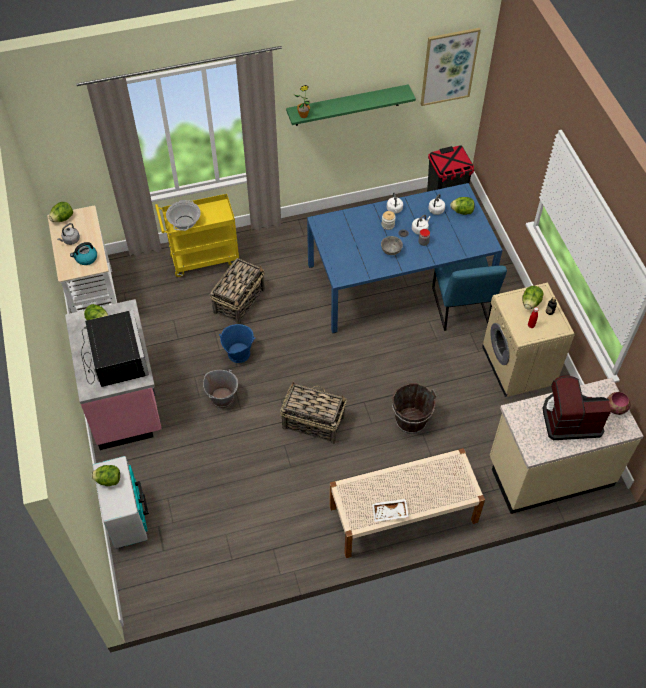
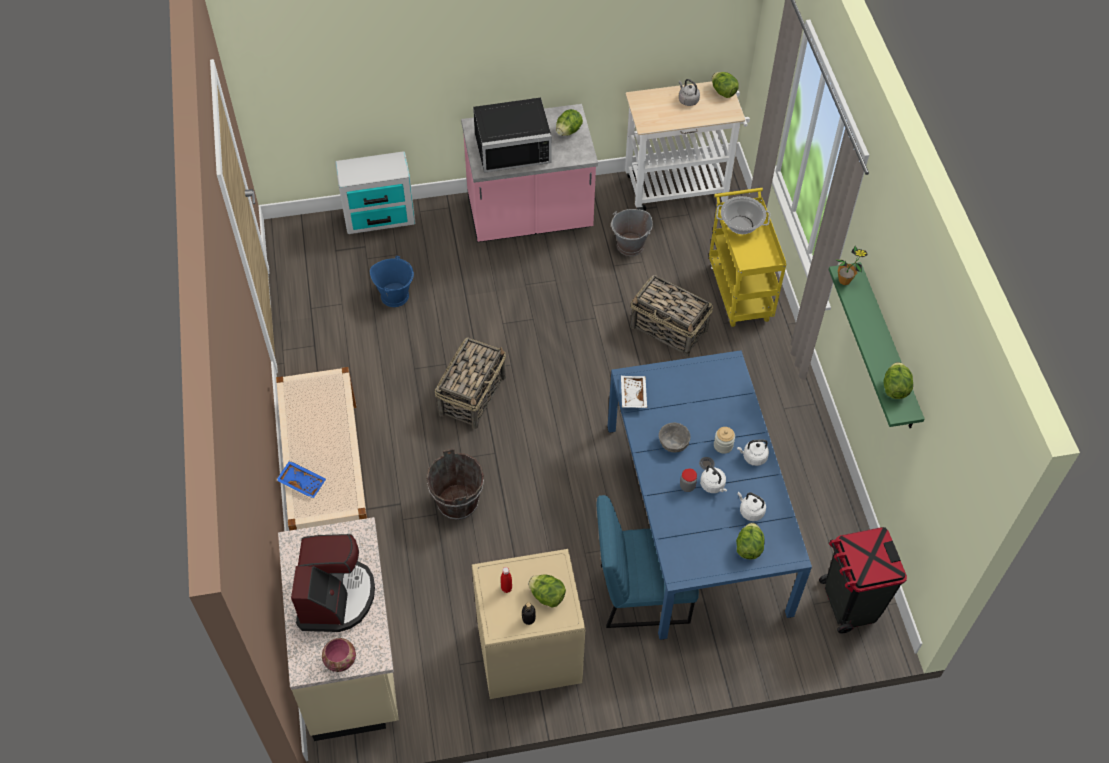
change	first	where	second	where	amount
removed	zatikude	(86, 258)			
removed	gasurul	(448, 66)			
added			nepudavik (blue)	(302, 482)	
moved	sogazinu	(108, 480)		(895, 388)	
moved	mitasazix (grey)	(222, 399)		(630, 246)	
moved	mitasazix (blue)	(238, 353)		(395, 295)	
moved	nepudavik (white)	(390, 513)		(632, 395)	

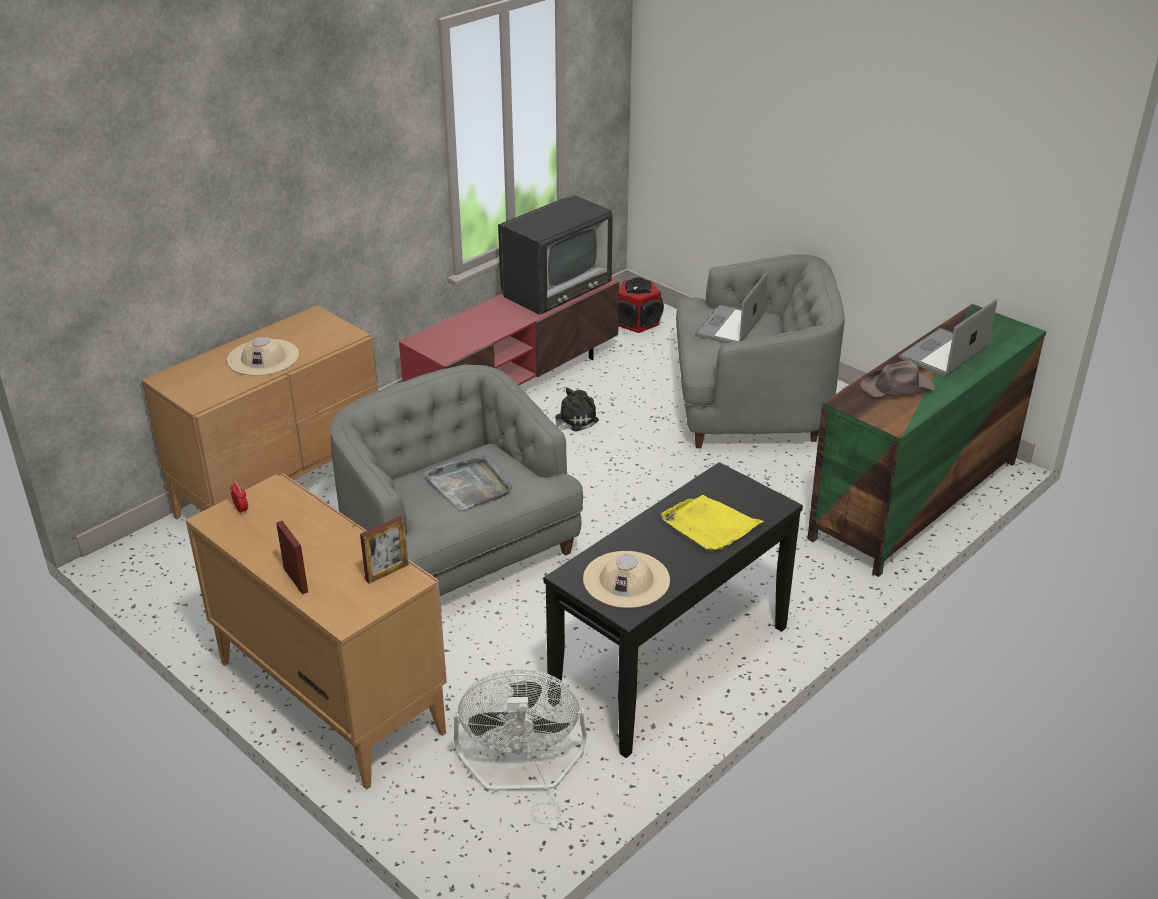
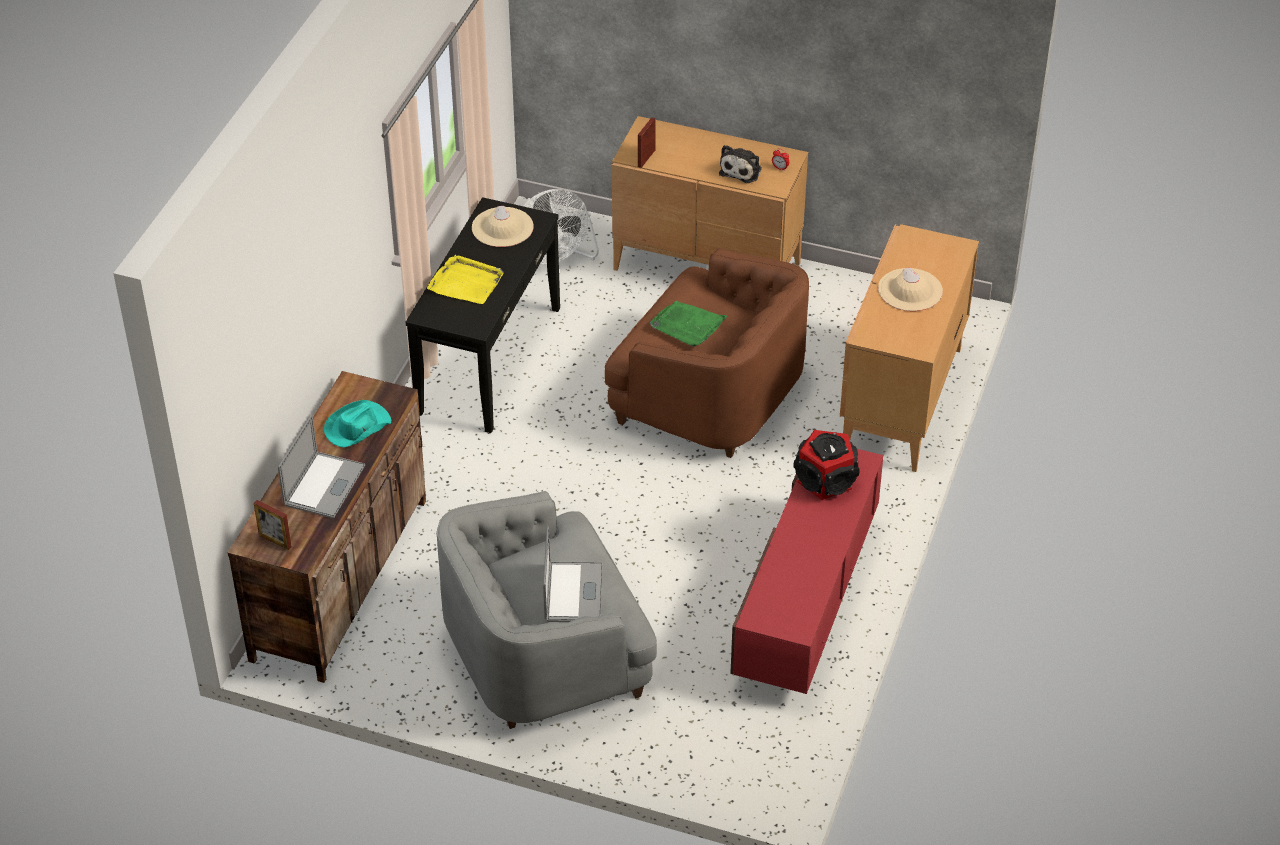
change	first	where	second	where	amount
removed	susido	(556, 287)			
moved	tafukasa	(295, 580)		(275, 541)	
moved	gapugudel	(574, 420)		(742, 170)	
moved	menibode	(636, 322)		(825, 480)	
recoloured	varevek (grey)	(457, 551)	varevek (brown)	(709, 395)	
recoloured	nepudavik (grey)	(470, 485)	nepudavik (green)	(687, 325)	
recoloured	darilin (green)	(911, 500)	darilin (brown)	(343, 578)	
recoloured	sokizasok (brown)	(898, 387)	sokizasok (turquoise)	(356, 427)	

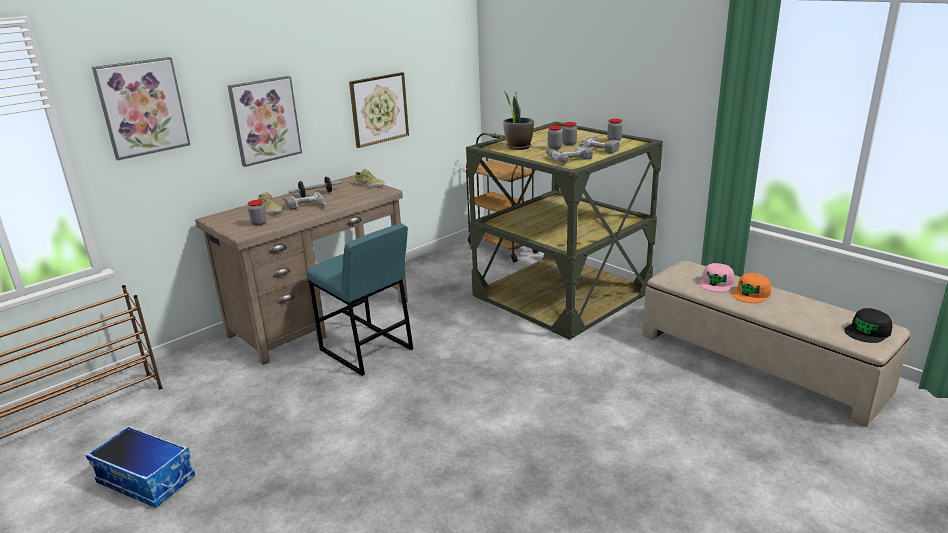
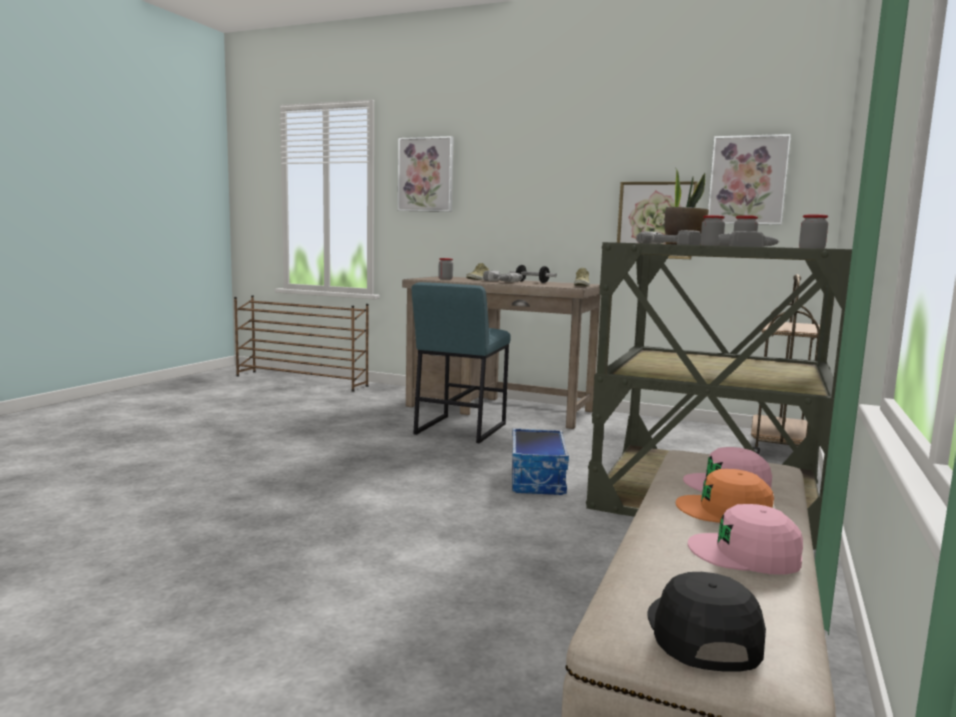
change	first	where	second	where	amount
added			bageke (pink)	(745, 554)	
moved	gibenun	(147, 480)		(538, 479)	
moved	gasurul	(265, 120)		(747, 180)	
turned	bageke (black)	(868, 331)		(702, 633)	60 degrees clockwise

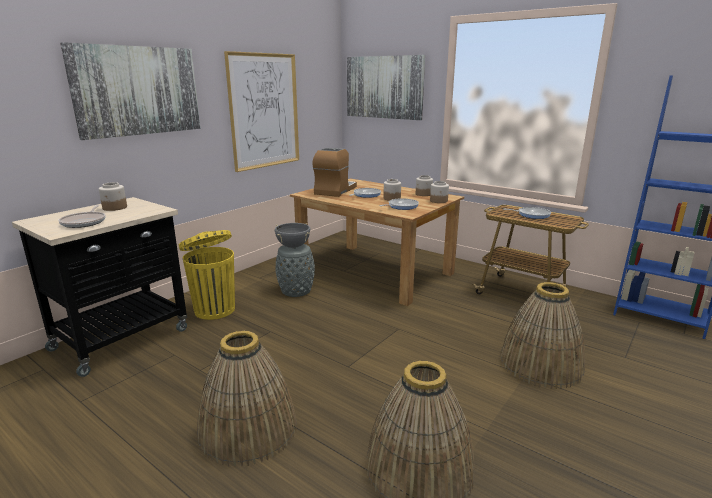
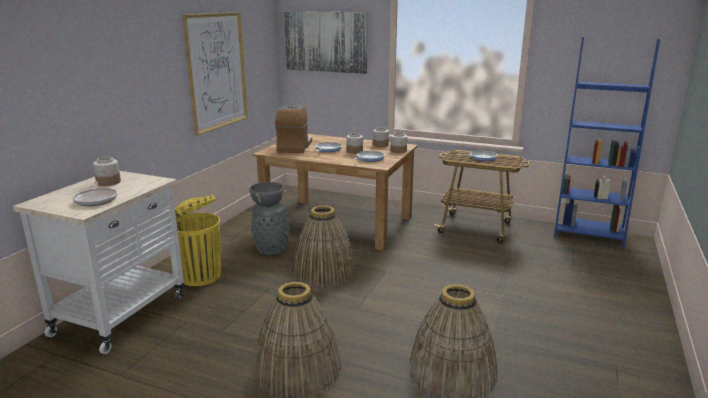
change	first	where	second	where	amount
removed	gasurul	(138, 91)			
moved	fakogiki	(540, 364)		(324, 272)	
recoloured	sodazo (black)	(121, 339)	sodazo (white)	(120, 315)	

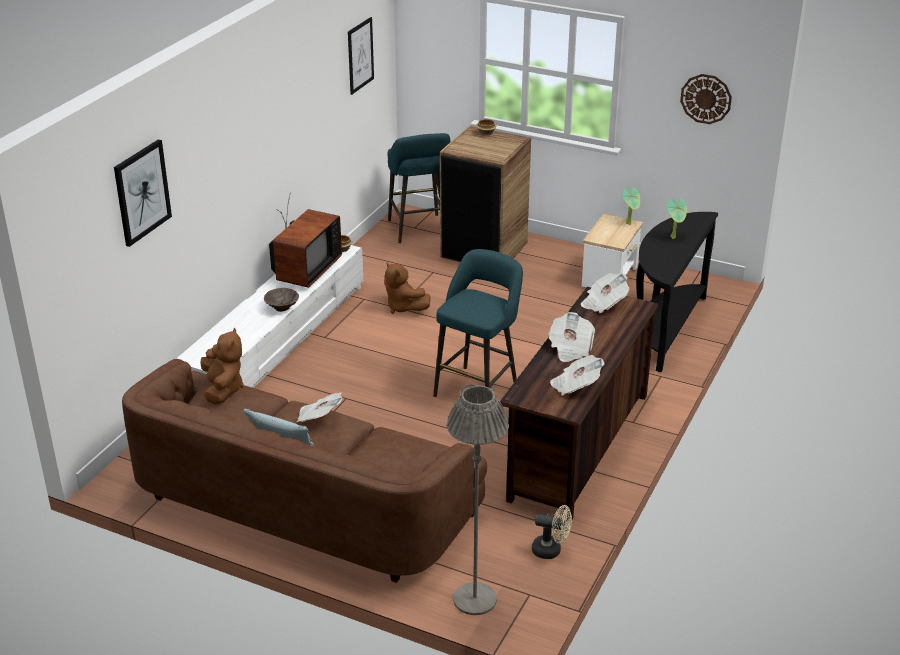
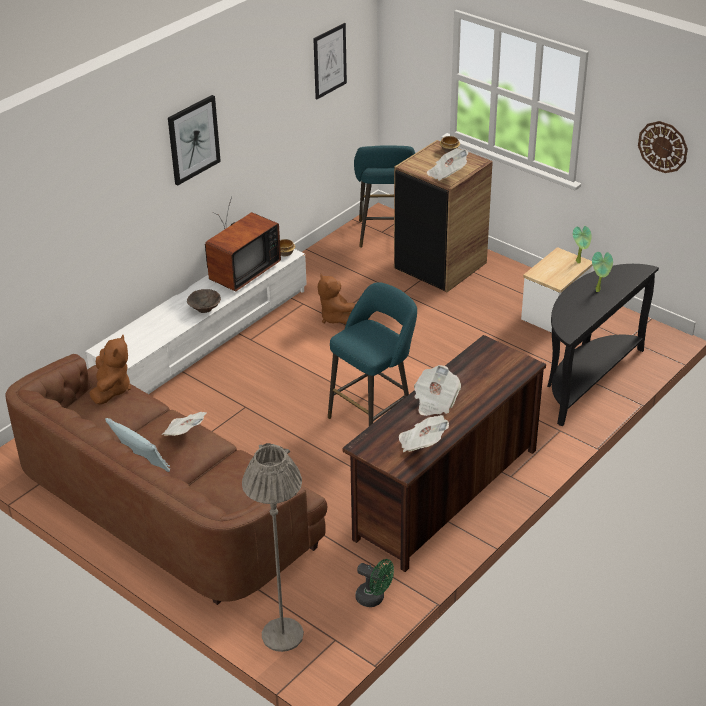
change	first	where	second	where	amount
moved	gasurul	(142, 192)		(193, 139)	
moved	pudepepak	(603, 303)		(447, 173)	
recoloured	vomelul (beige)	(551, 550)	vomelul (green)	(374, 598)	

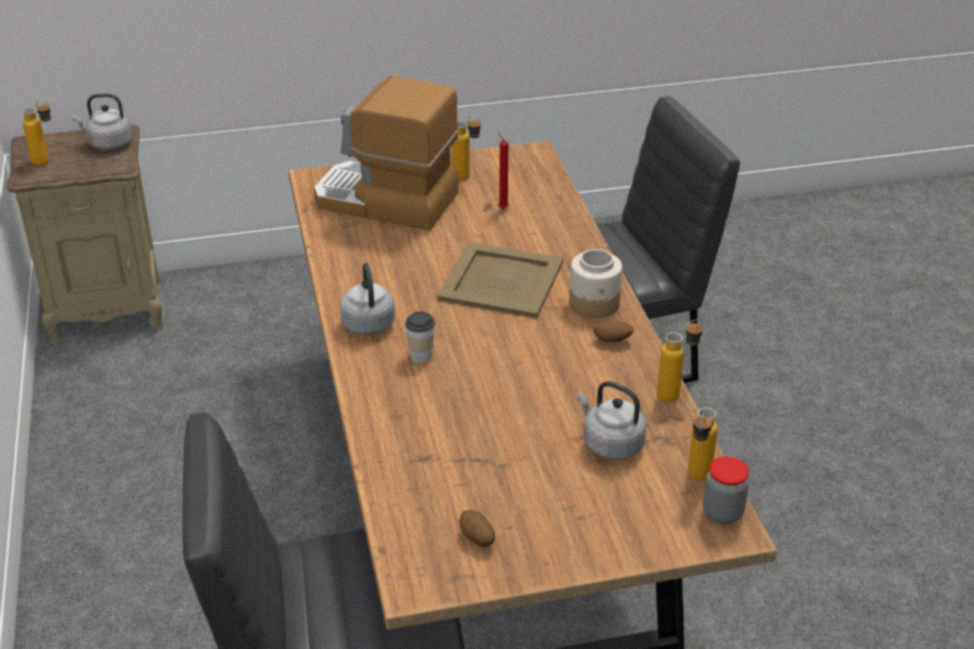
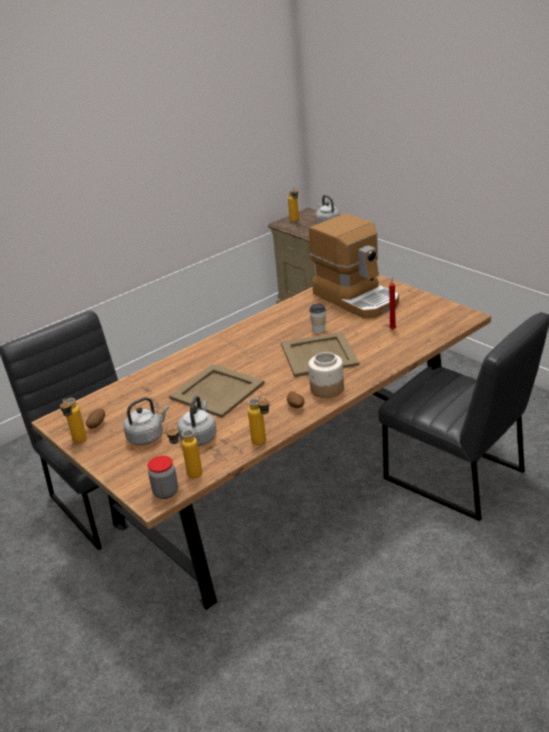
change	first	where	second	where	amount
added			nepudavik (beige)	(217, 390)	
moved	zatikude (grey)	(368, 322)		(147, 436)	
moved	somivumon	(421, 356)		(319, 329)	
moved	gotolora	(467, 178)		(78, 443)	
turned	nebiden	(385, 201)		(357, 298)	150 degrees clockwise

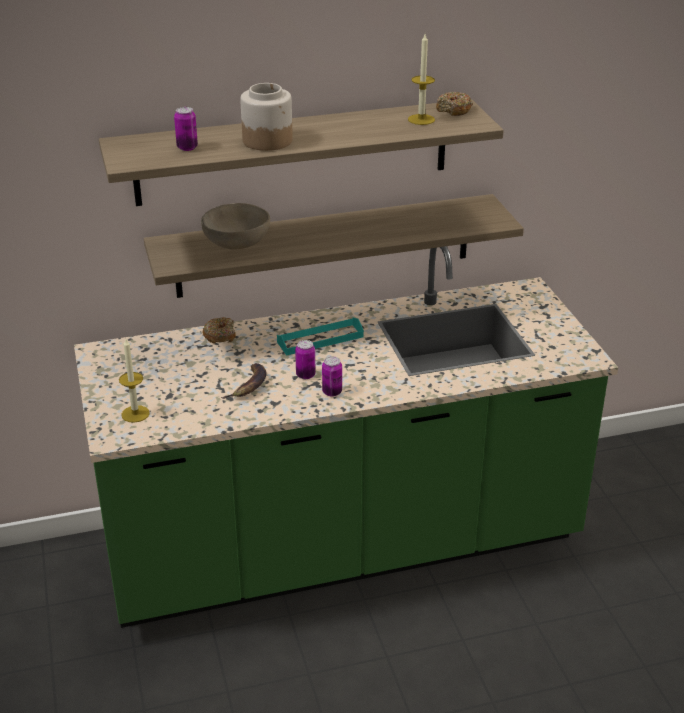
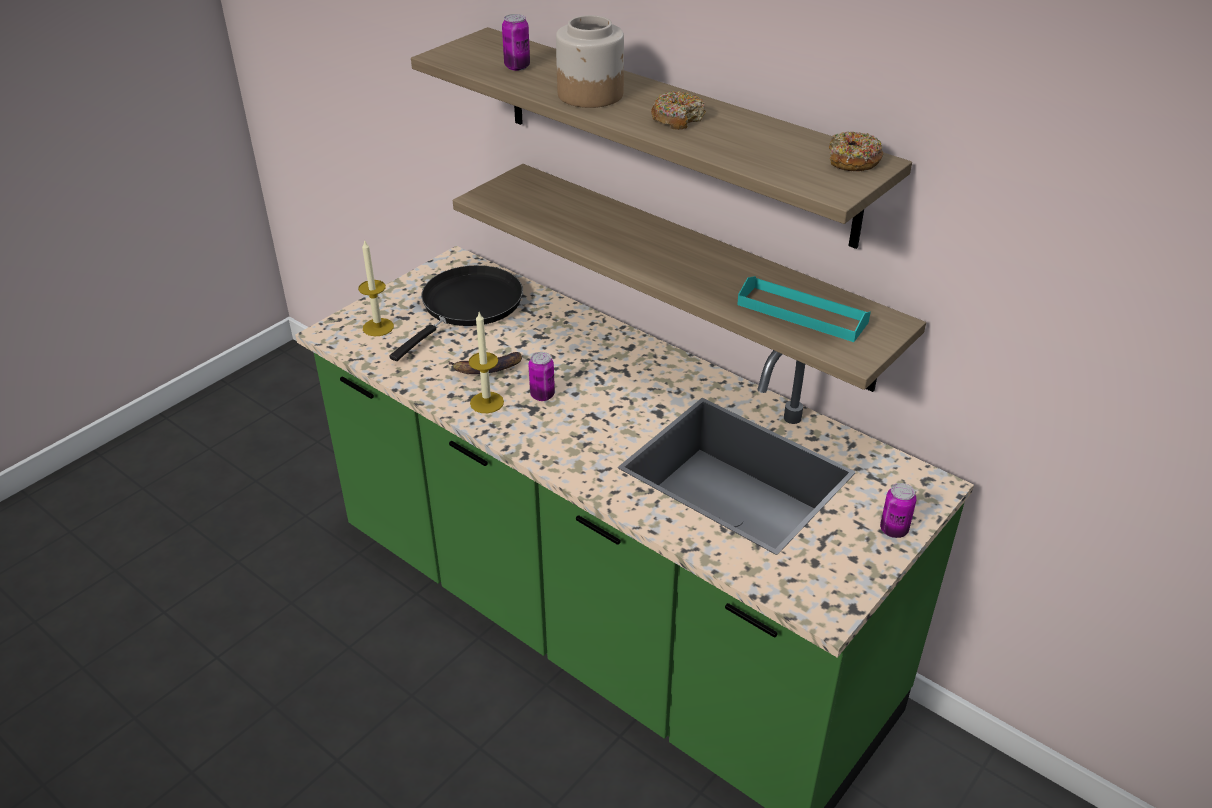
change	first	where	second	where	amount
removed	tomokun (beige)	(237, 244)			
added			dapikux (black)	(468, 306)	
moved	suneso	(220, 335)		(677, 119)	
moved	nepudavik (turquoise)	(320, 339)		(802, 313)	
moved	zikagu	(332, 392)		(893, 530)	
moved	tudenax	(421, 119)		(487, 402)	

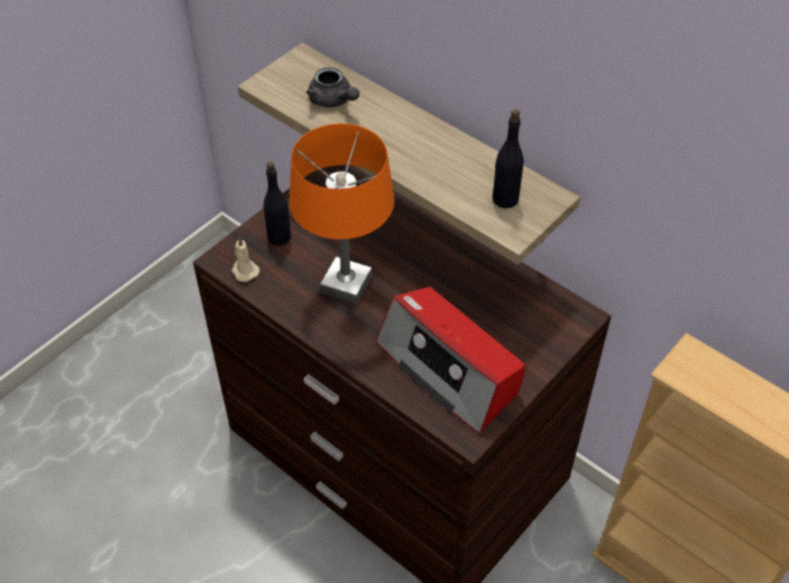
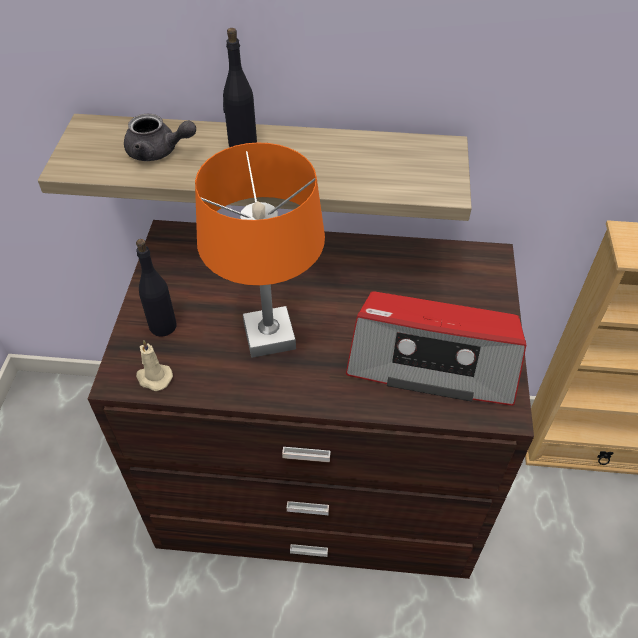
change	first	where	second	where	amount
moved	gotolora (black)	(505, 199)		(242, 145)	

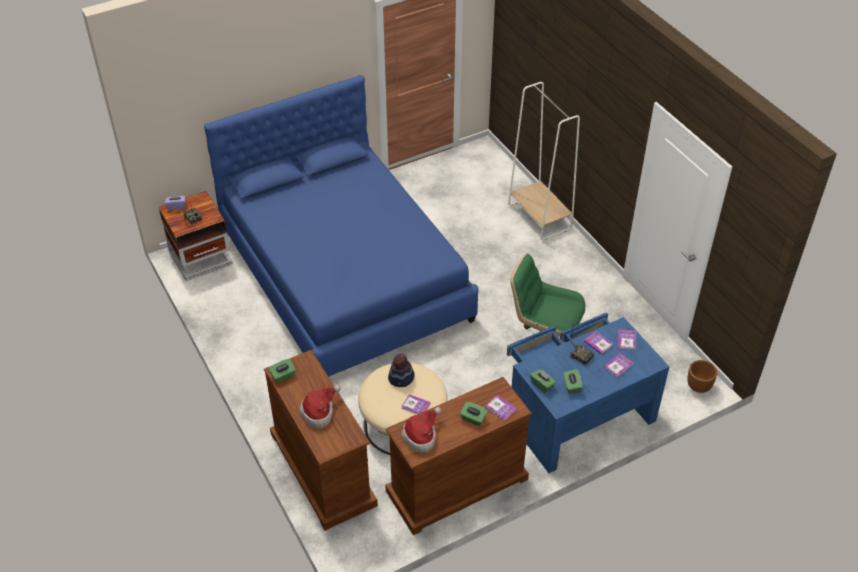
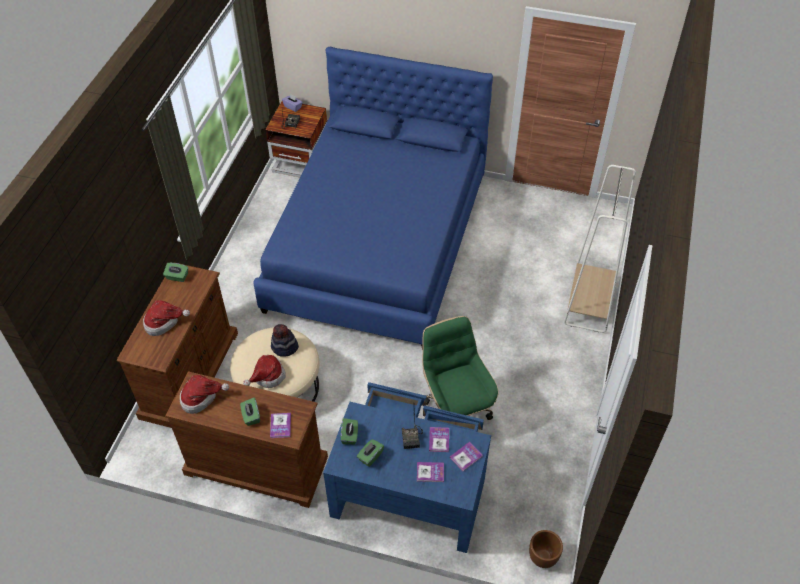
change	first	where	second	where	amount
replaced	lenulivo	(415, 405)	sokizasok	(267, 376)	

